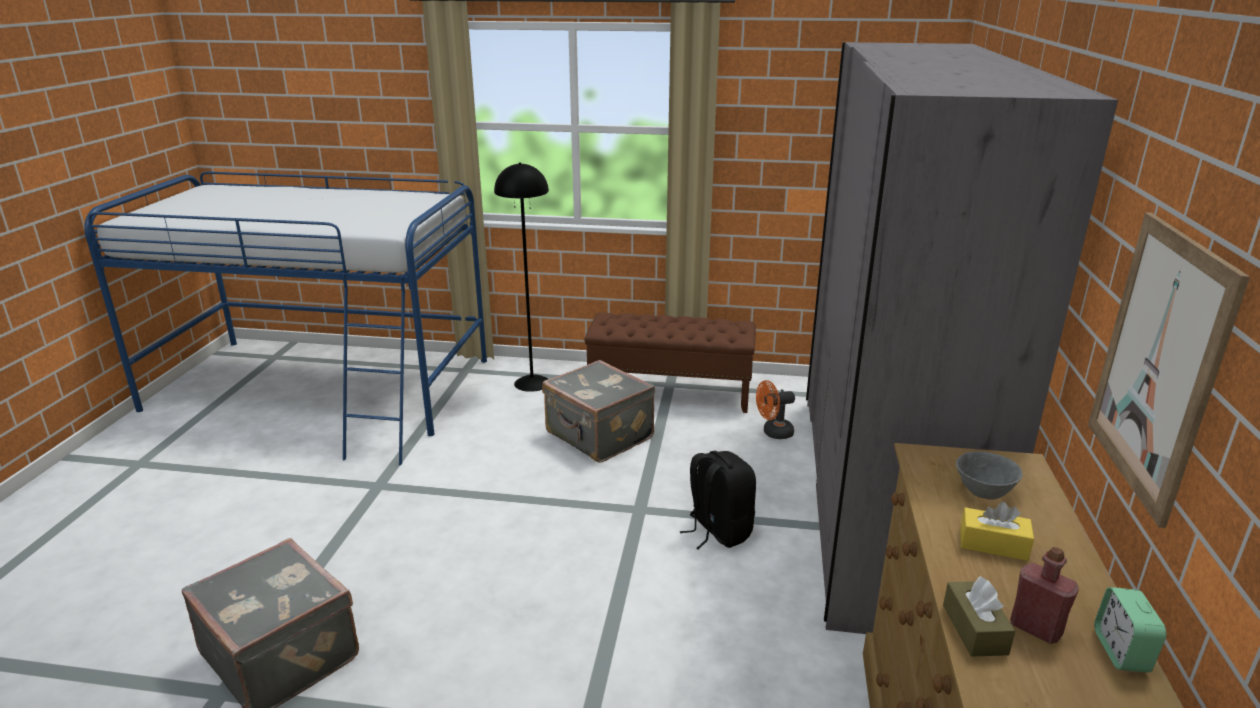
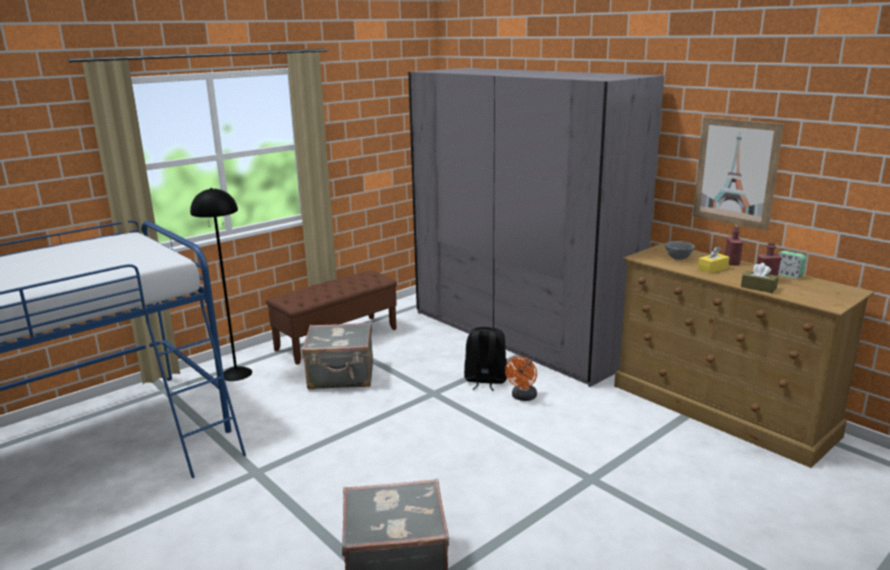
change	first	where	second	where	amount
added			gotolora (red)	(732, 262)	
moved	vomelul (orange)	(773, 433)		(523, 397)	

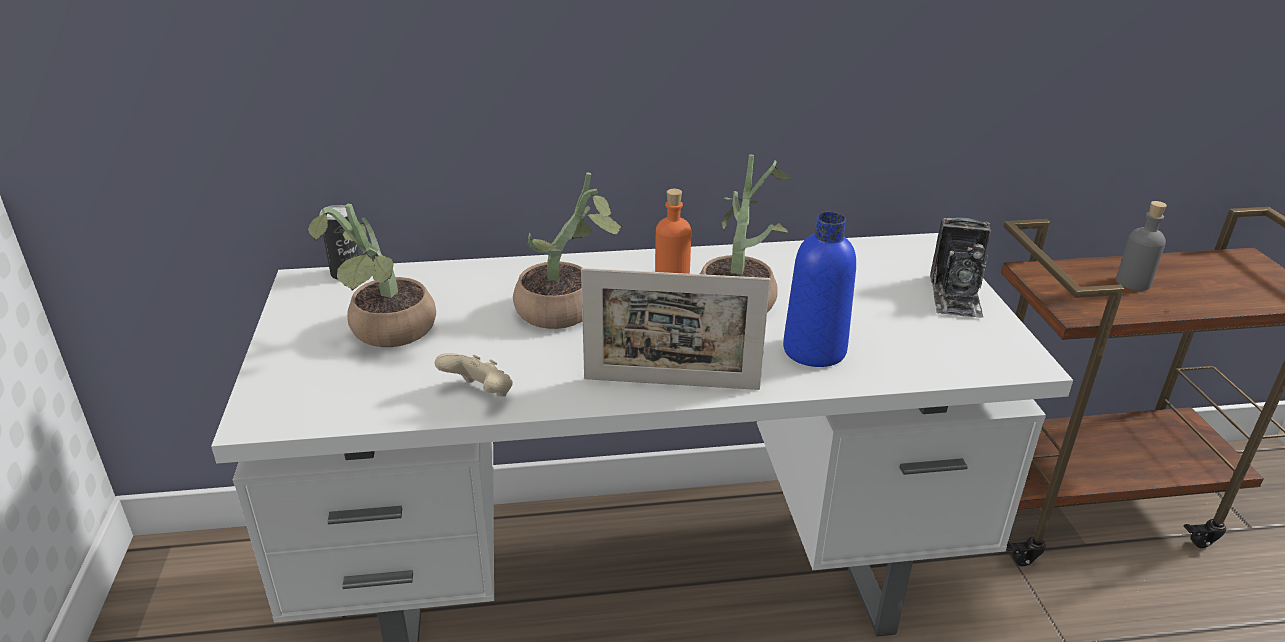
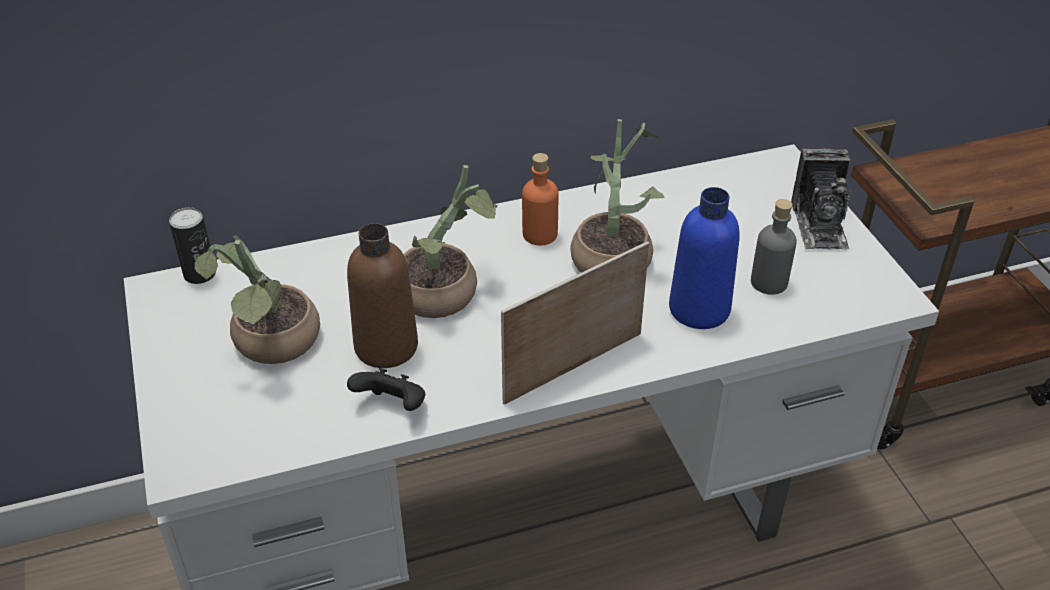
change	first	where	second	where	amount
added			gotolora (brown)	(386, 347)	
moved	gotolora (grey)	(1133, 282)		(769, 282)	
recoloured	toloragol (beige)	(480, 394)	toloragol (black)	(392, 406)	
turned	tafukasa	(671, 383)		(573, 367)	150 degrees clockwise

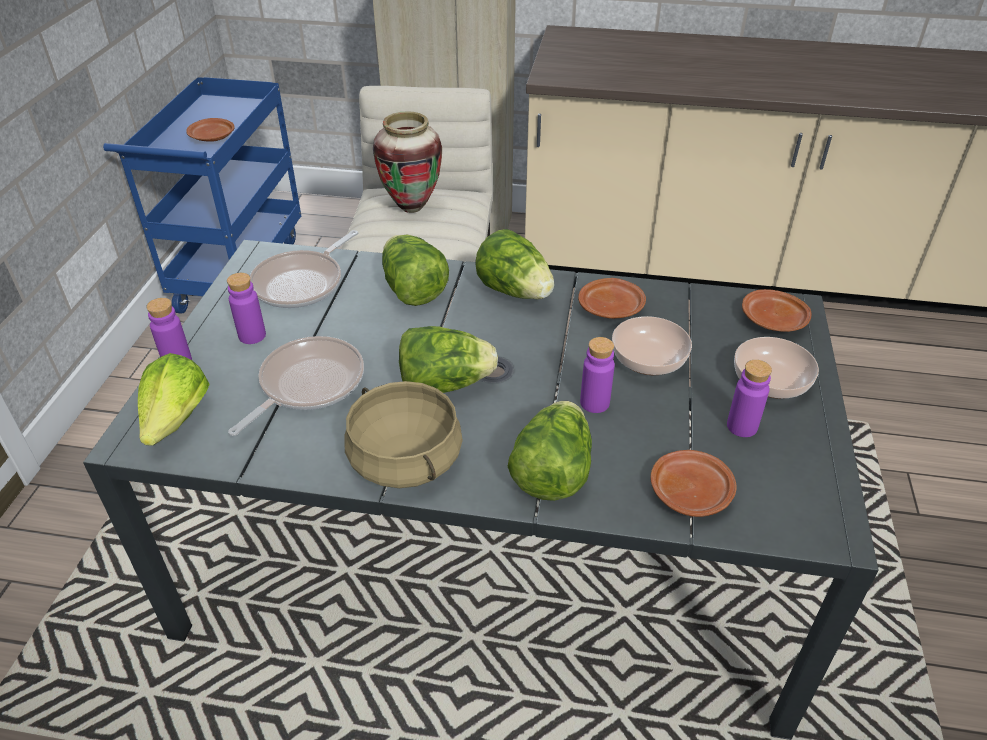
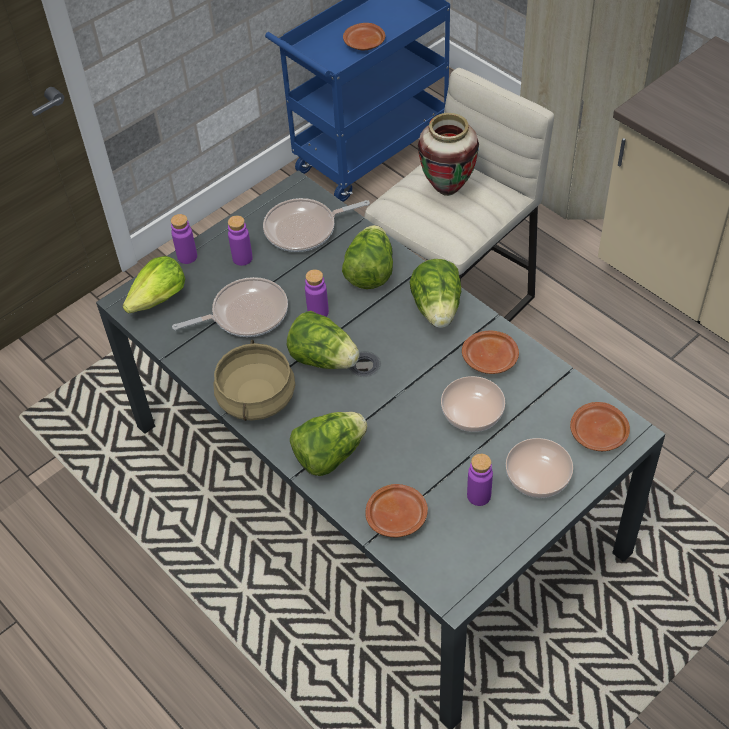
change	first	where	second	where	amount
moved	gotolora (purple)	(594, 403)		(318, 312)	

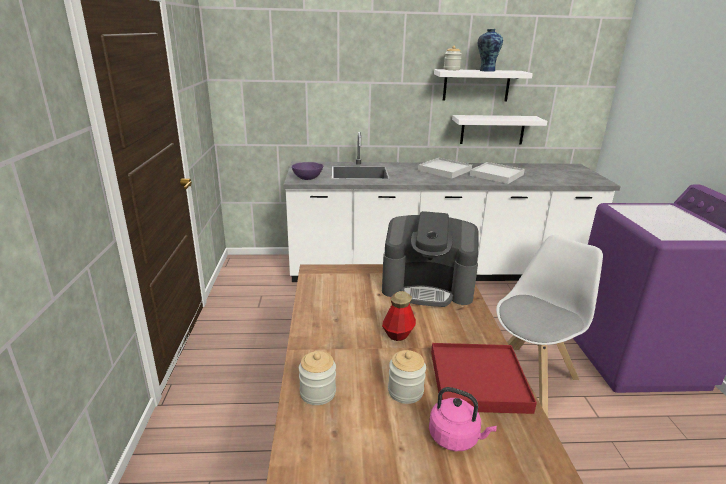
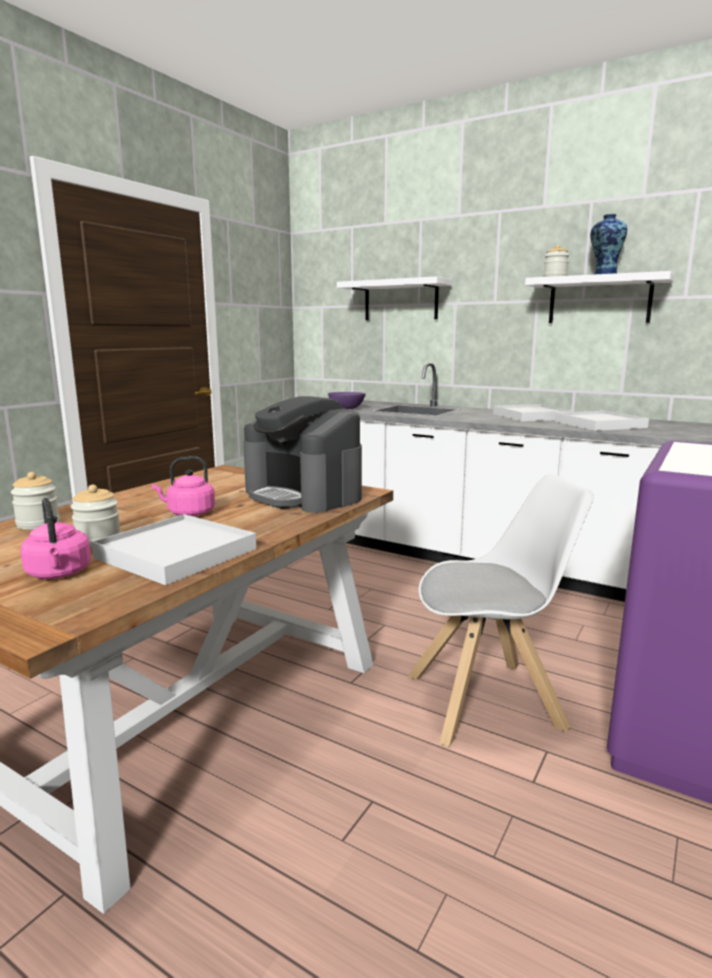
change	first	where	second	where	amount
moved	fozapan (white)	(492, 129)		(400, 300)	
replaced	gotolora	(398, 334)	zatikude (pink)	(188, 513)	
recoloured	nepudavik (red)	(478, 381)	nepudavik (white)	(176, 553)	

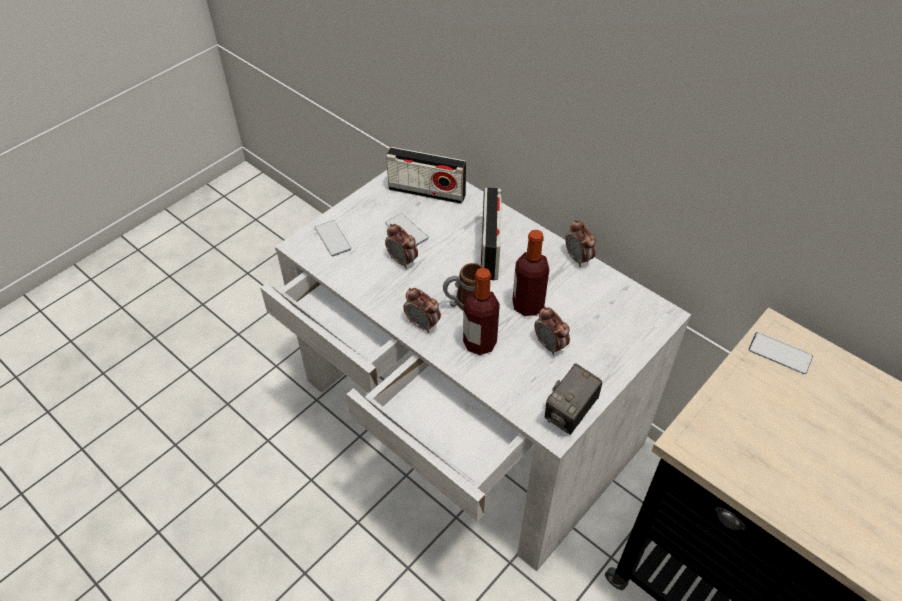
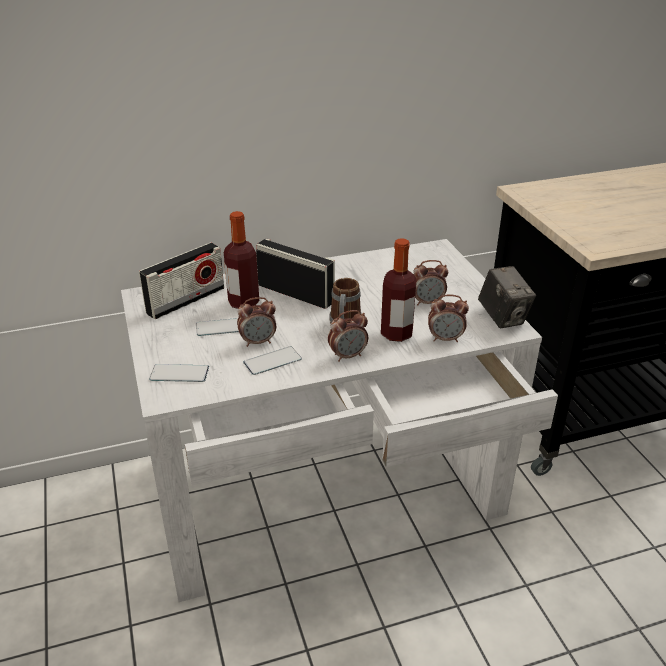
change	first	where	second	where	amount
moved	gotolora	(527, 305)		(243, 302)	
moved	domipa	(578, 258)		(445, 339)	
moved	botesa	(780, 353)		(272, 361)	

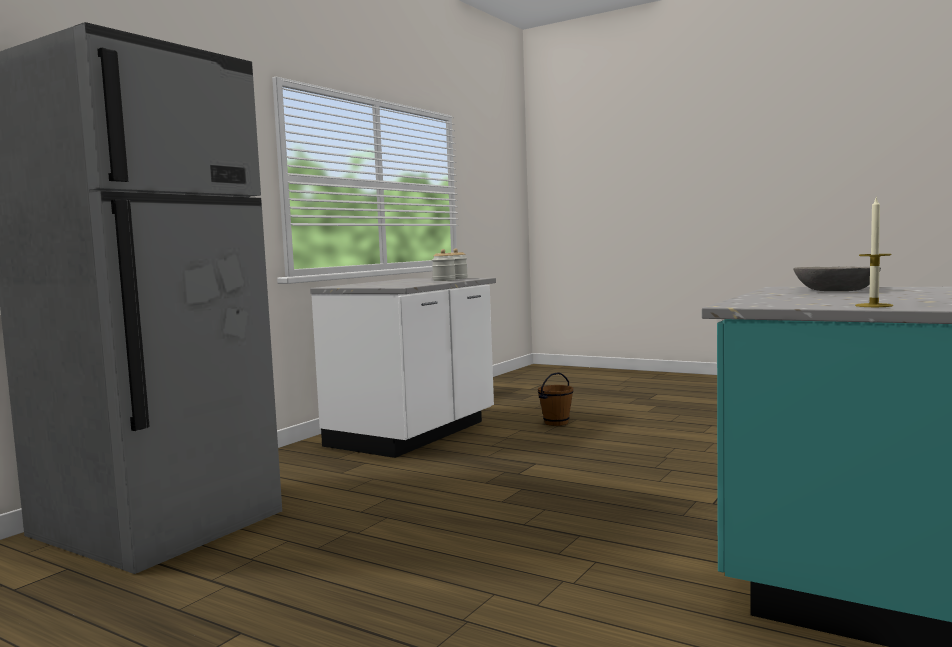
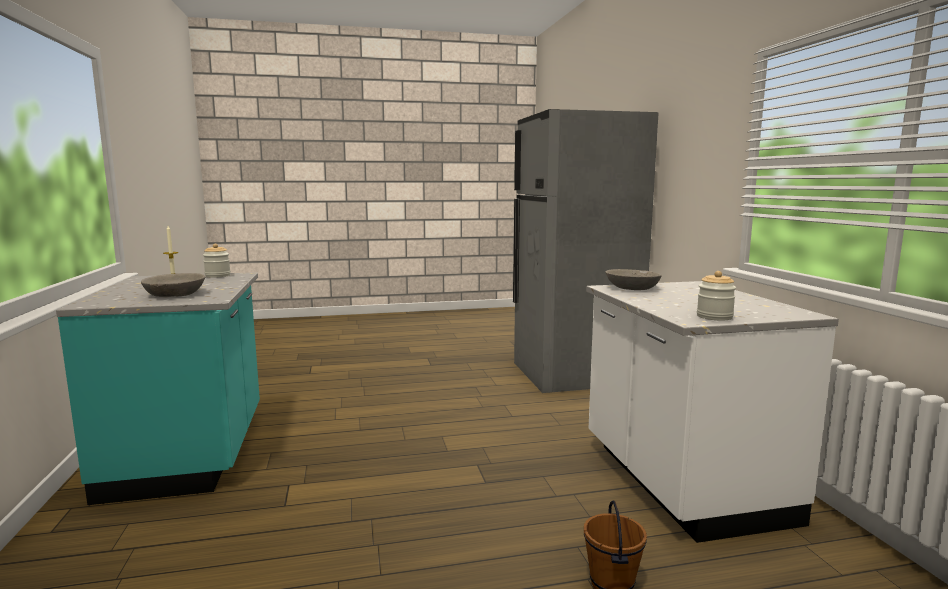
change	first	where	second	where	amount
added			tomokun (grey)	(632, 288)	
moved	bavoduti	(444, 280)		(217, 276)	

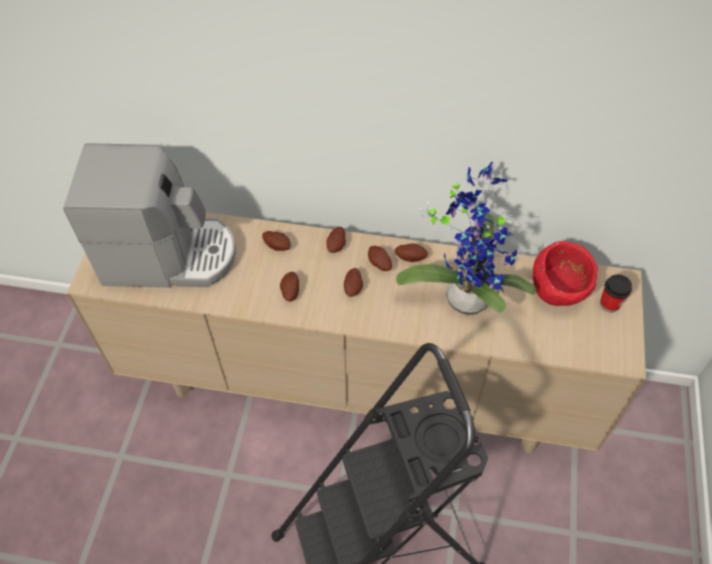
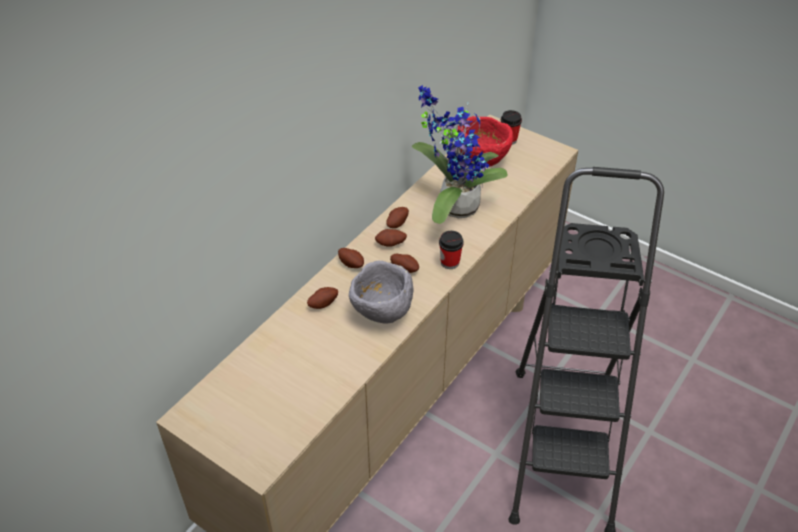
change	first	where	second	where	amount
removed	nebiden	(169, 256)			
added			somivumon	(450, 262)	
replaced	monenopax	(290, 292)	tomokun (grey)	(382, 311)	

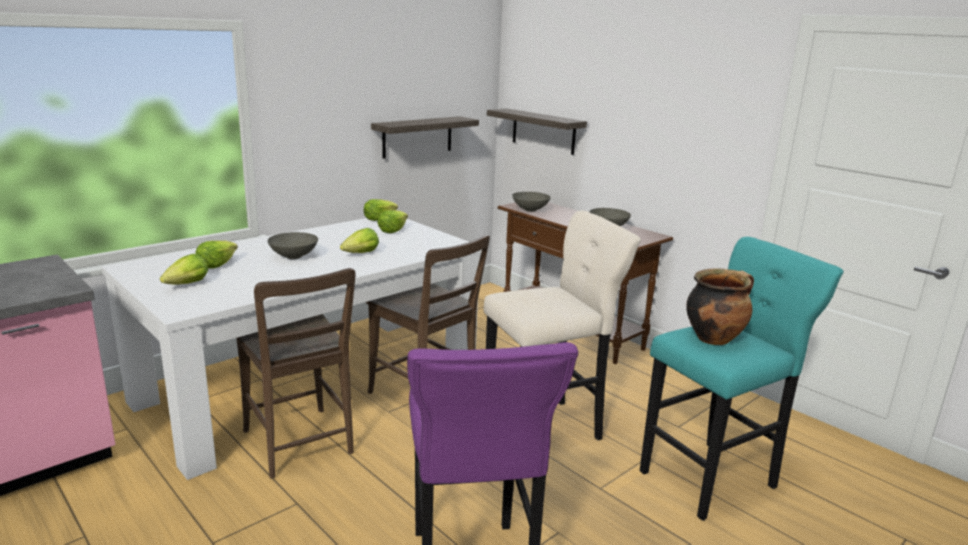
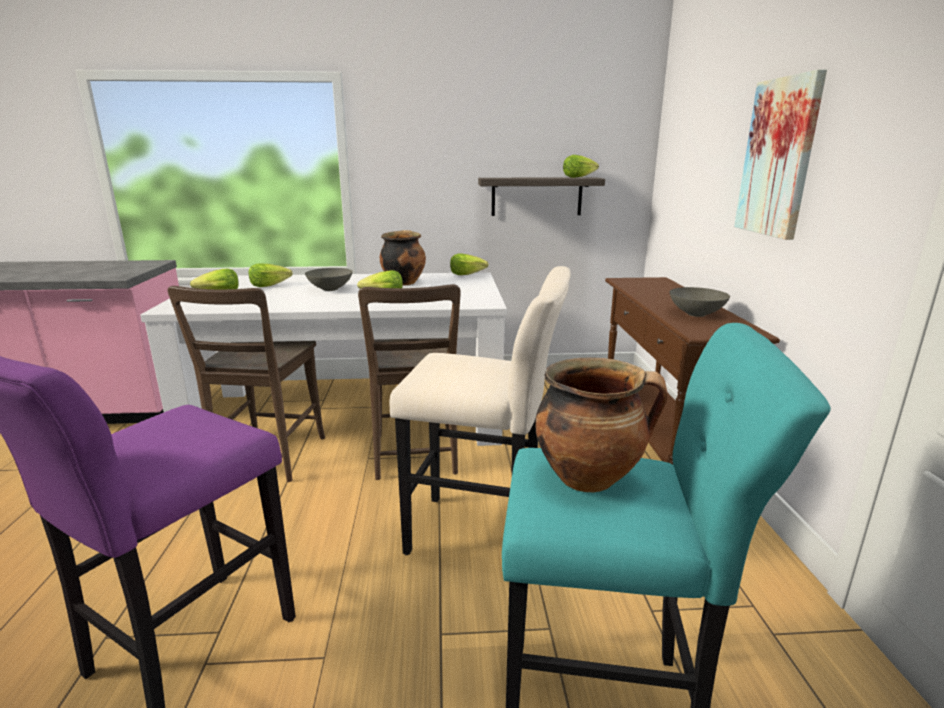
change	first	where	second	where	amount
removed	fozapan	(543, 131)			
removed	tomokun (grey)	(530, 210)			
added			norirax	(403, 282)	
added			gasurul	(779, 158)	
moved	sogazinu	(392, 230)		(578, 177)	

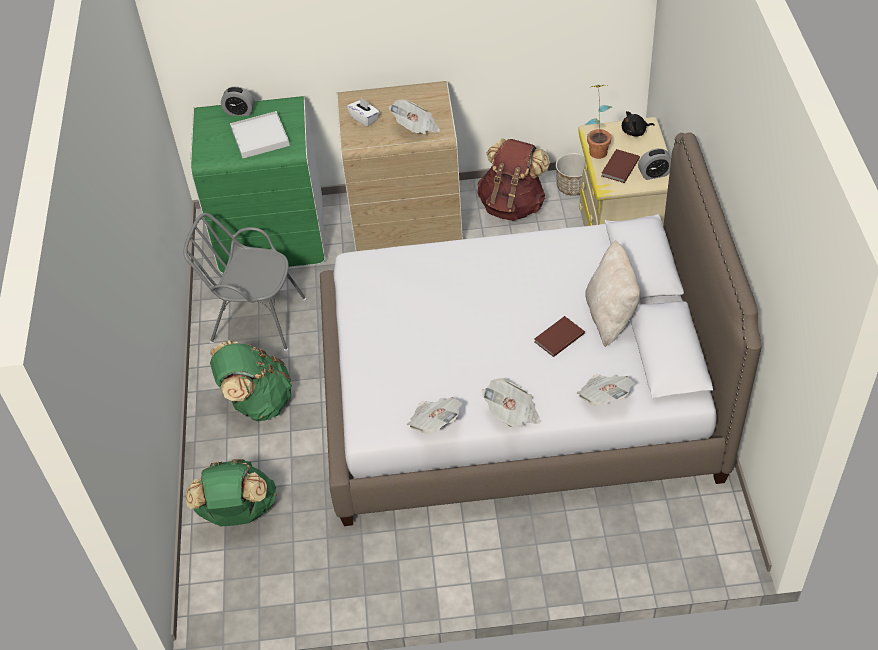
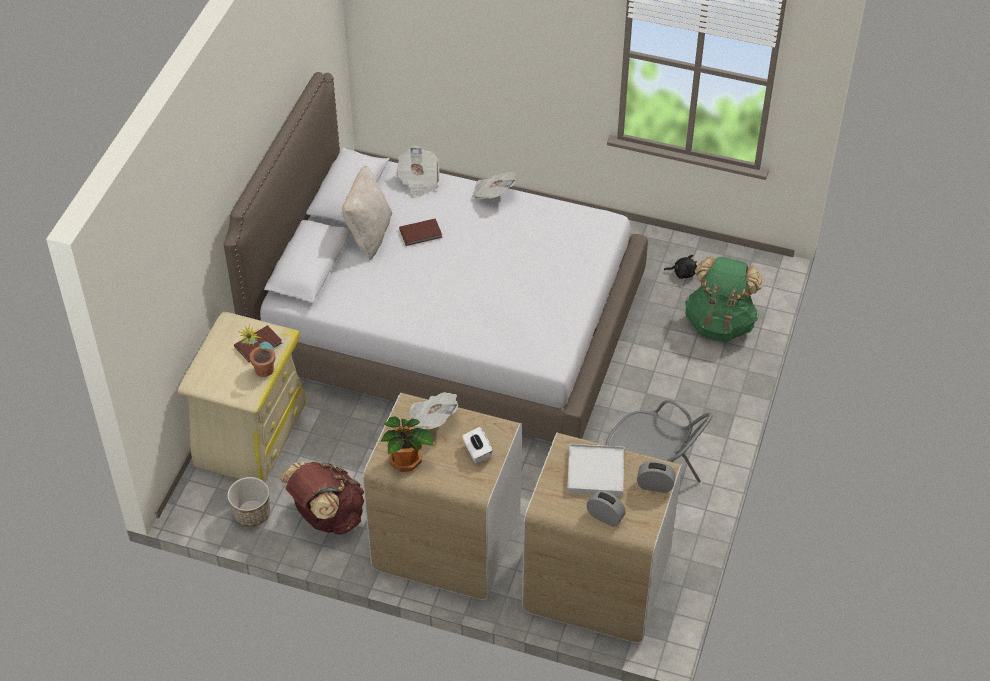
change	first	where	second	where	amount
removed	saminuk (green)	(257, 401)			
removed	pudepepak	(435, 422)			
added			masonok	(406, 461)	
moved	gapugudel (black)	(635, 132)		(682, 273)	
moved	domipa	(654, 174)		(655, 486)	
recoloured	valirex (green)	(272, 235)	valirex (beige)	(596, 585)	

